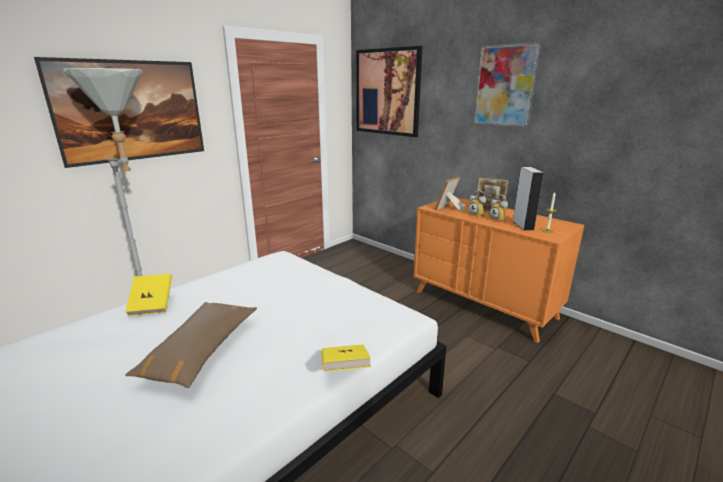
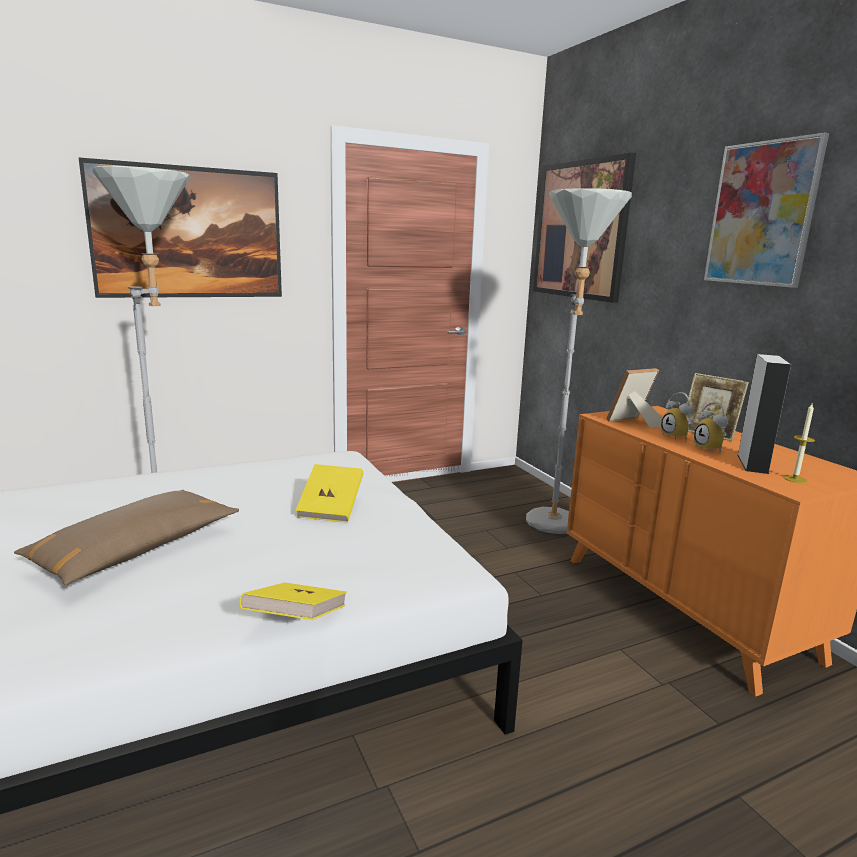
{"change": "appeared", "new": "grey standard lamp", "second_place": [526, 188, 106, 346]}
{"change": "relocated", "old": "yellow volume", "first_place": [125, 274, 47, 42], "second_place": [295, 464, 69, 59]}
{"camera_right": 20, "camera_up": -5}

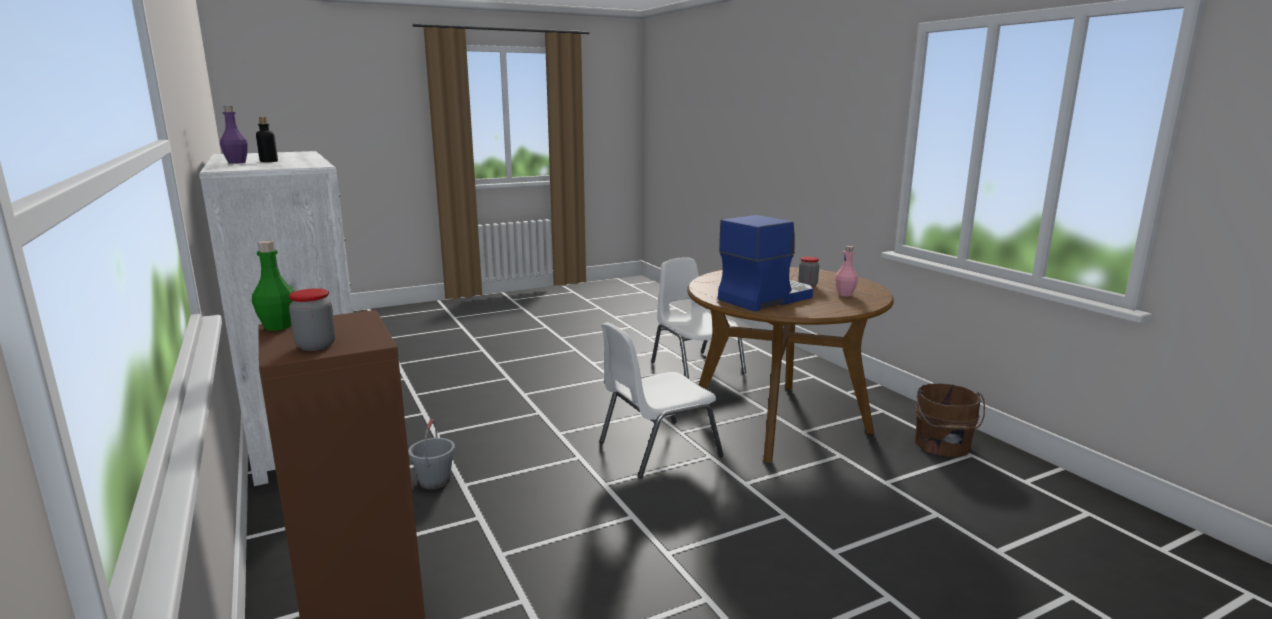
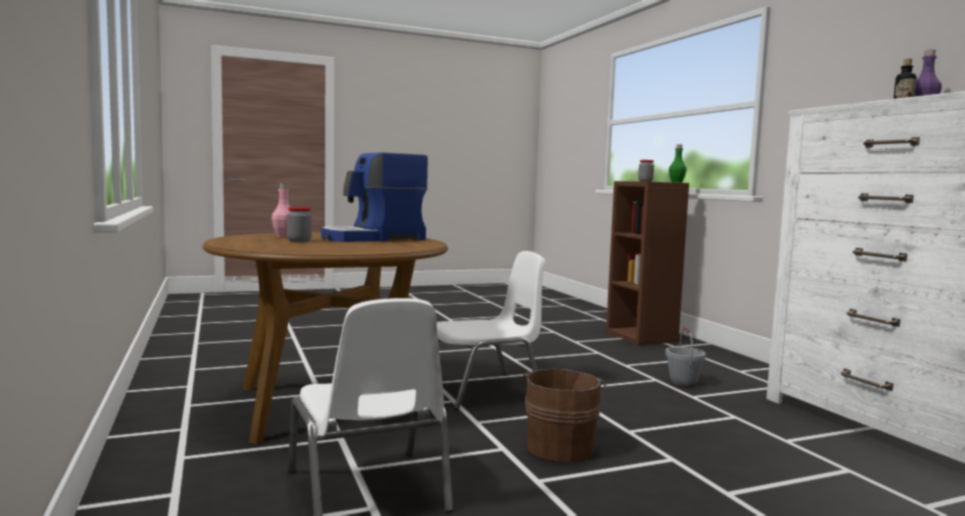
{"change": "relocated", "old": "brown bucket", "first_place": [915, 383, 70, 74], "second_place": [524, 369, 82, 93]}
{"camera_right": -175, "camera_up": -10}

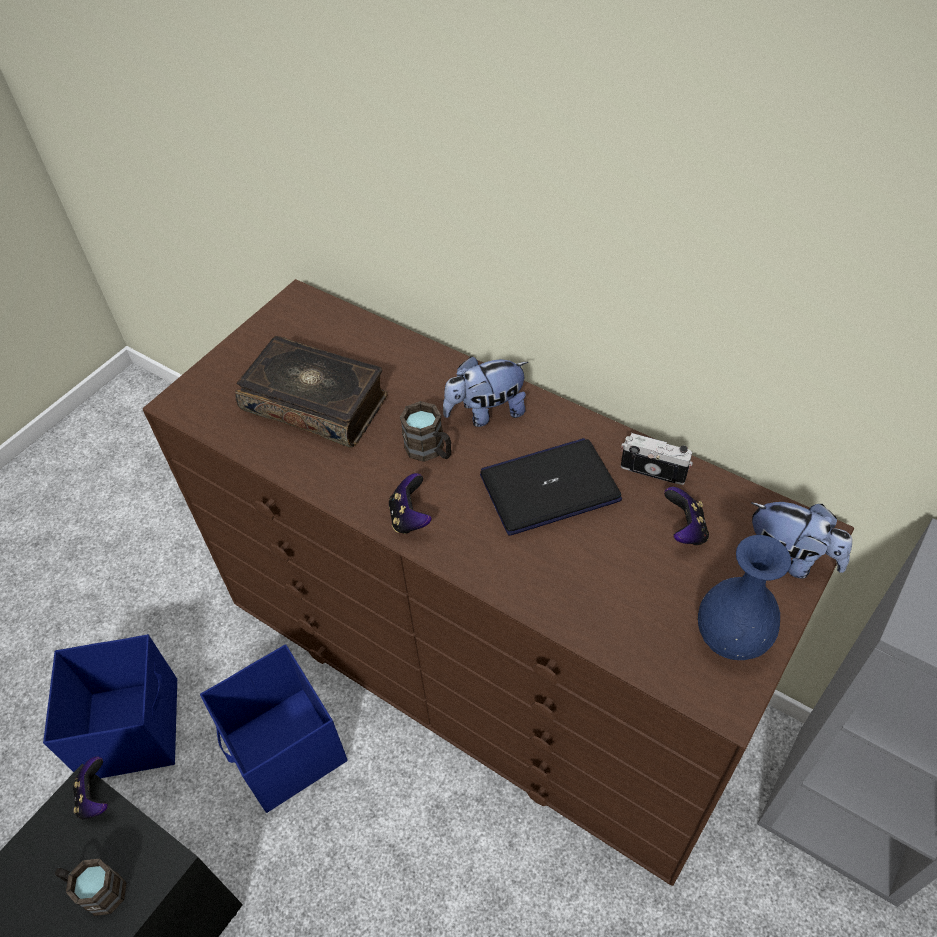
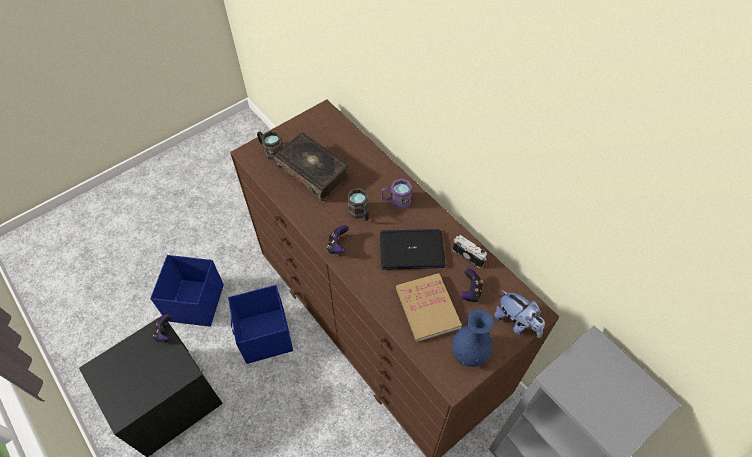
{"change": "appeared", "new": "volume", "second_place": [396, 273, 66, 69]}
{"change": "relocated", "old": "brown coffee mug", "first_place": [55, 858, 71, 58], "second_place": [257, 131, 26, 29]}
{"change": "exchanged", "old": "cuddly toy", "new": "purple coffee mug", "first_place": [443, 356, 85, 71], "second_place": [381, 179, 31, 30]}
{"camera_right": 15, "camera_up": 5}

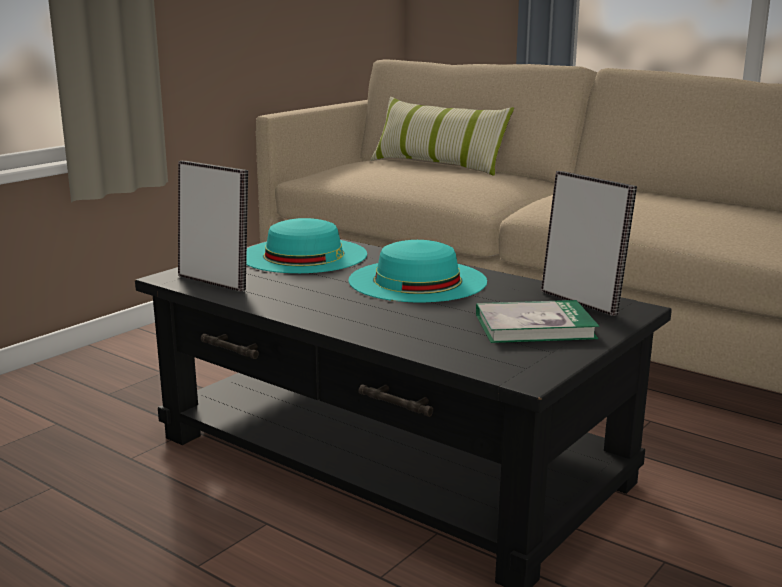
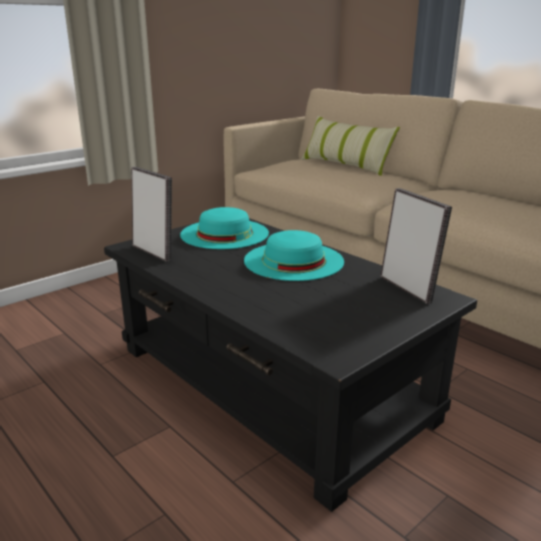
{"change": "missing", "old": "volume", "first_place": [476, 300, 123, 43]}
{"camera_right": 10, "camera_up": 5}

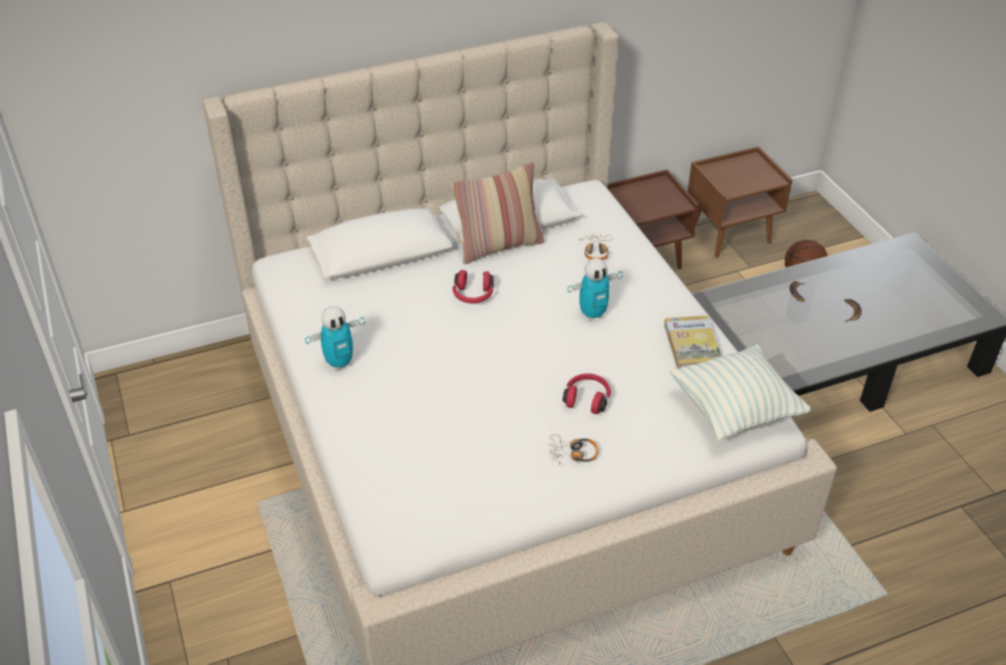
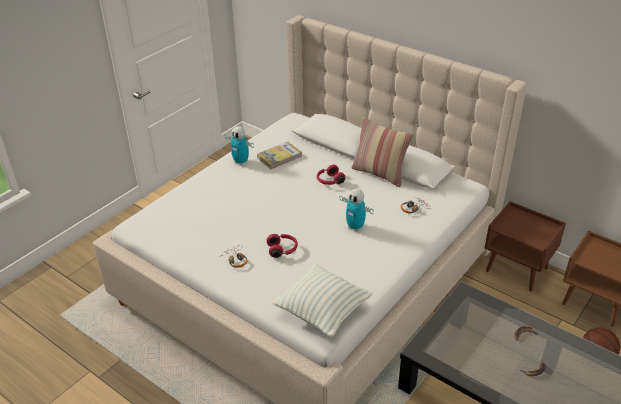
{"change": "relocated", "old": "volume", "first_place": [664, 315, 57, 54], "second_place": [257, 142, 45, 27]}
{"camera_right": 60, "camera_up": -5}

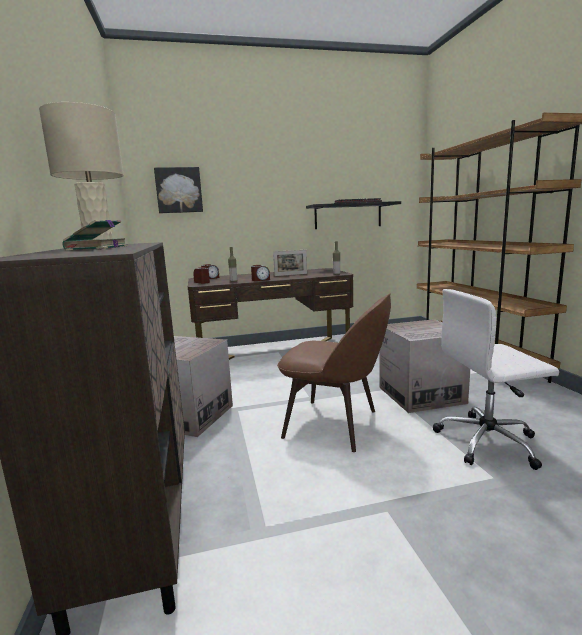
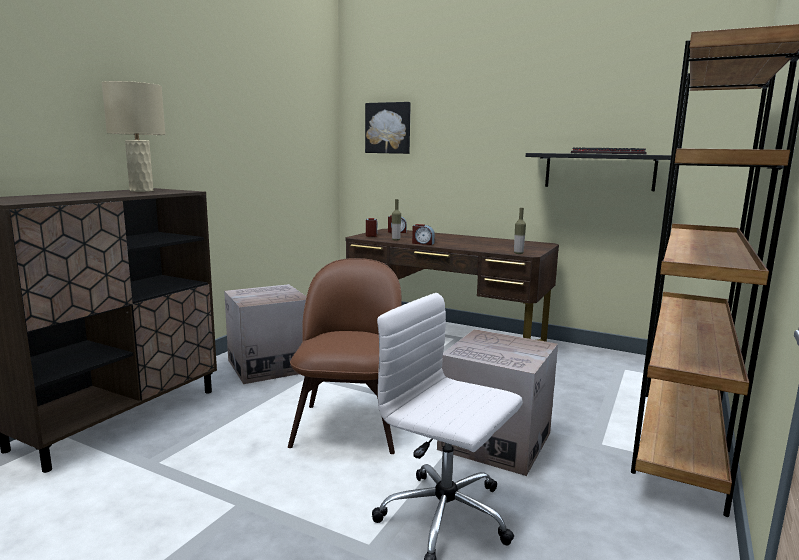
{"change": "missing", "old": "volume", "first_place": [62, 220, 66, 30]}
{"change": "missing", "old": "picture frame", "first_place": [273, 250, 34, 26]}
{"change": "spun", "old": "brown plain chair", "first_place": [277, 293, 114, 159], "second_place": [288, 258, 114, 196], "degrees": -150}
{"camera_right": 40, "camera_up": 0}

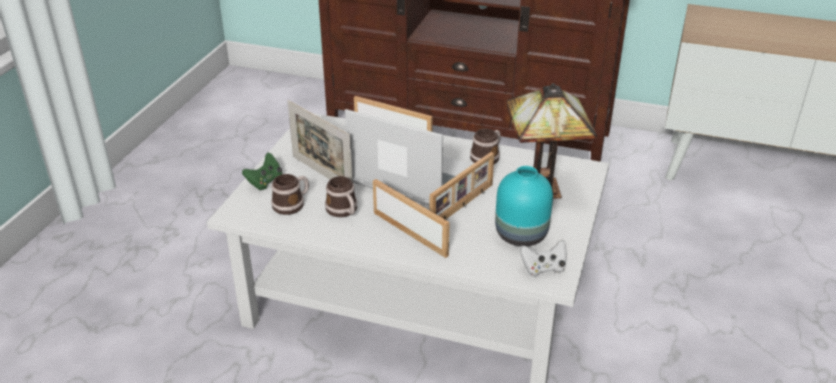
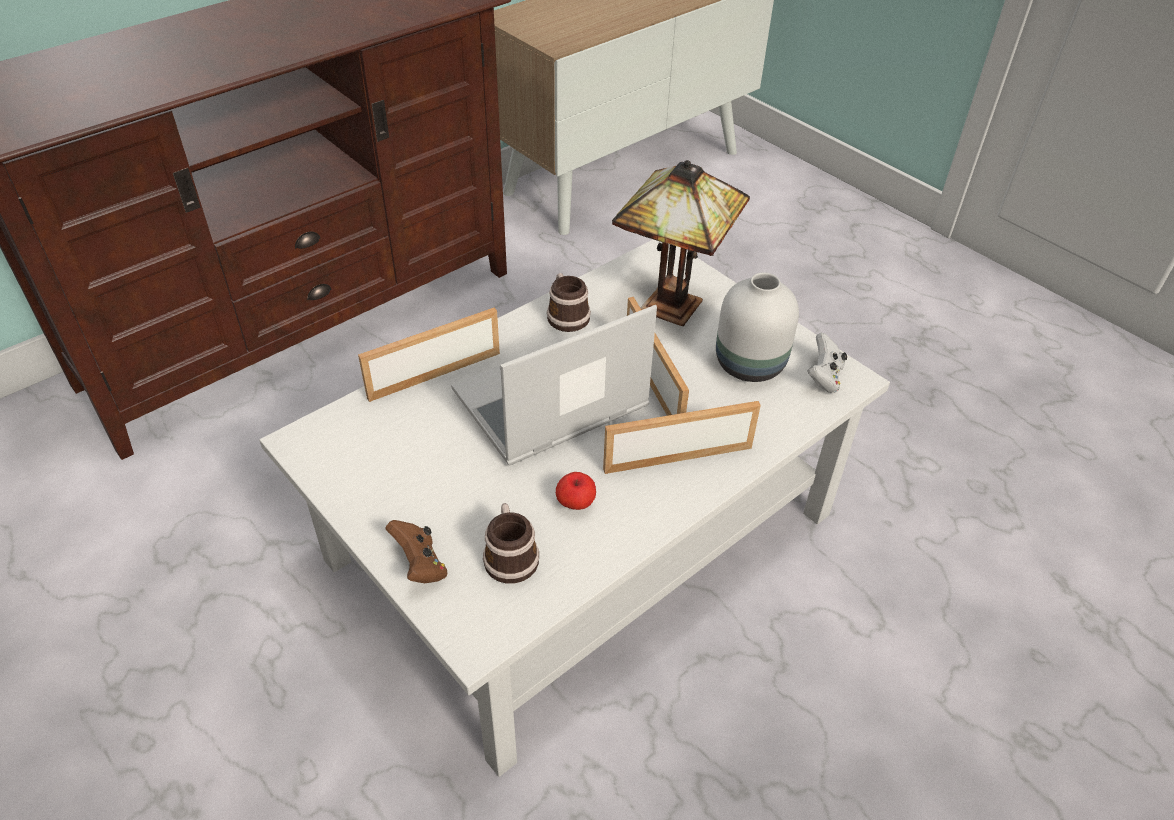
{"change": "missing", "old": "picture frame", "first_place": [288, 100, 65, 83]}
{"change": "exchanged", "old": "coffee mug", "new": "whole apple", "first_place": [325, 176, 32, 41], "second_place": [556, 472, 40, 38]}
{"change": "colour", "old": "green joypad", "new": "brown joypad", "first_place": [242, 153, 40, 37], "second_place": [386, 520, 61, 63]}
{"change": "colour", "old": "turquoise-coloured decorative vase", "new": "white-coloured decorative vase", "first_place": [495, 166, 58, 80], "second_place": [716, 272, 83, 110]}
{"camera_right": -60, "camera_up": 10}

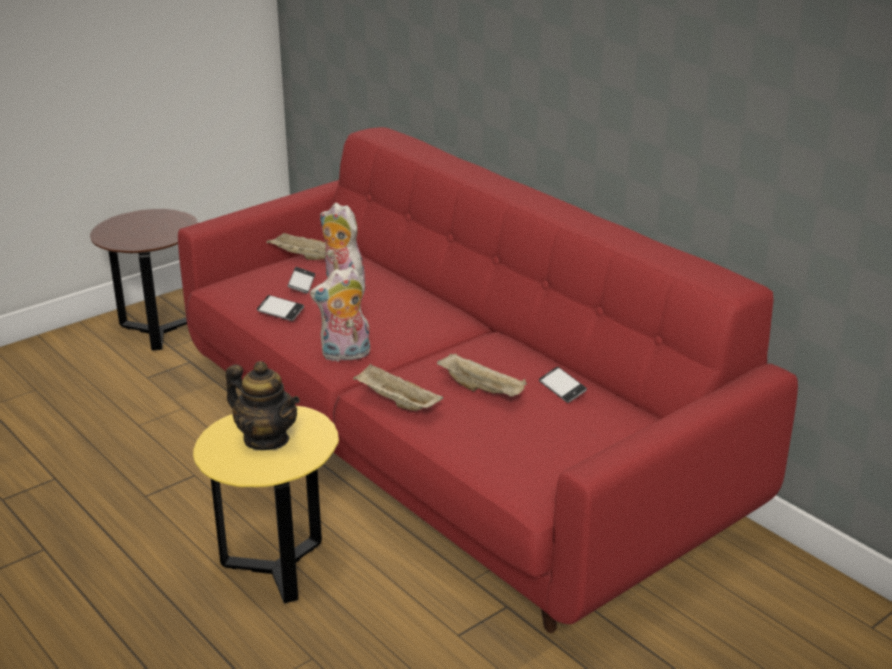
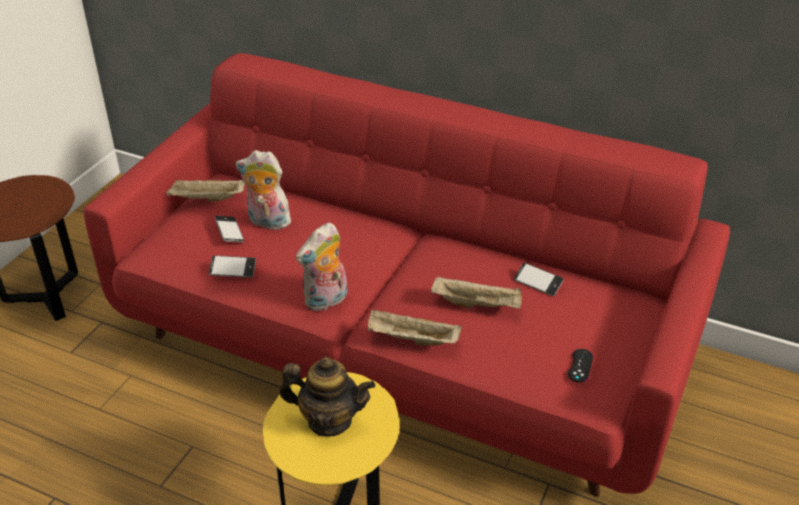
{"change": "appeared", "new": "black joypad", "second_place": [568, 349, 25, 34]}
{"camera_right": -25, "camera_up": 10}

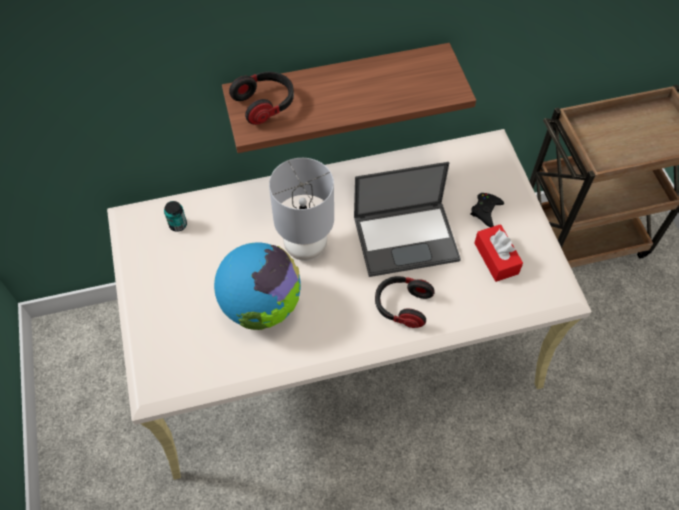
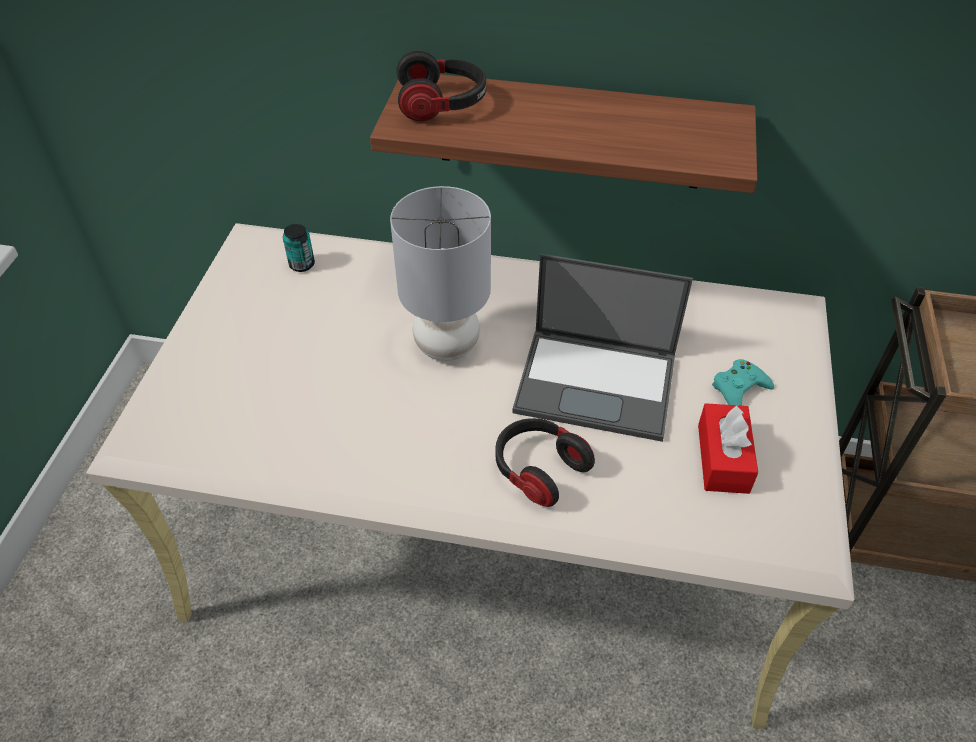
{"change": "missing", "old": "globe", "first_place": [214, 243, 87, 87]}
{"change": "colour", "old": "black joypad", "new": "turquoise-coloured joypad", "first_place": [470, 193, 34, 34], "second_place": [712, 359, 62, 47]}
{"camera_right": 25, "camera_up": -10}

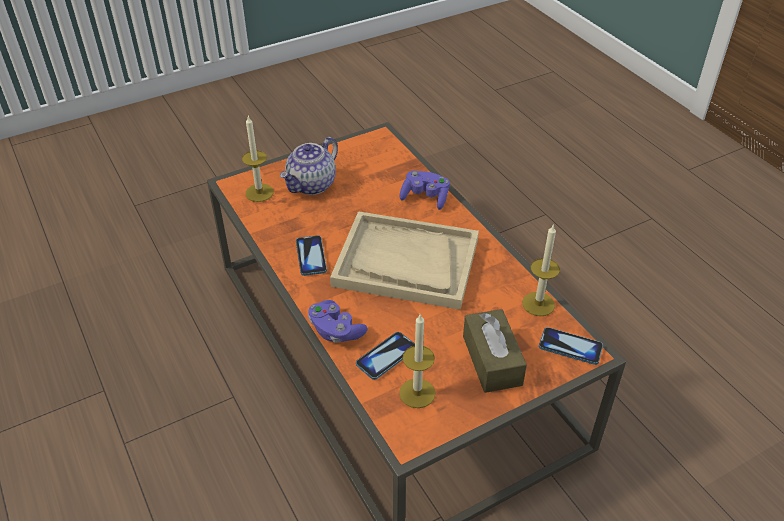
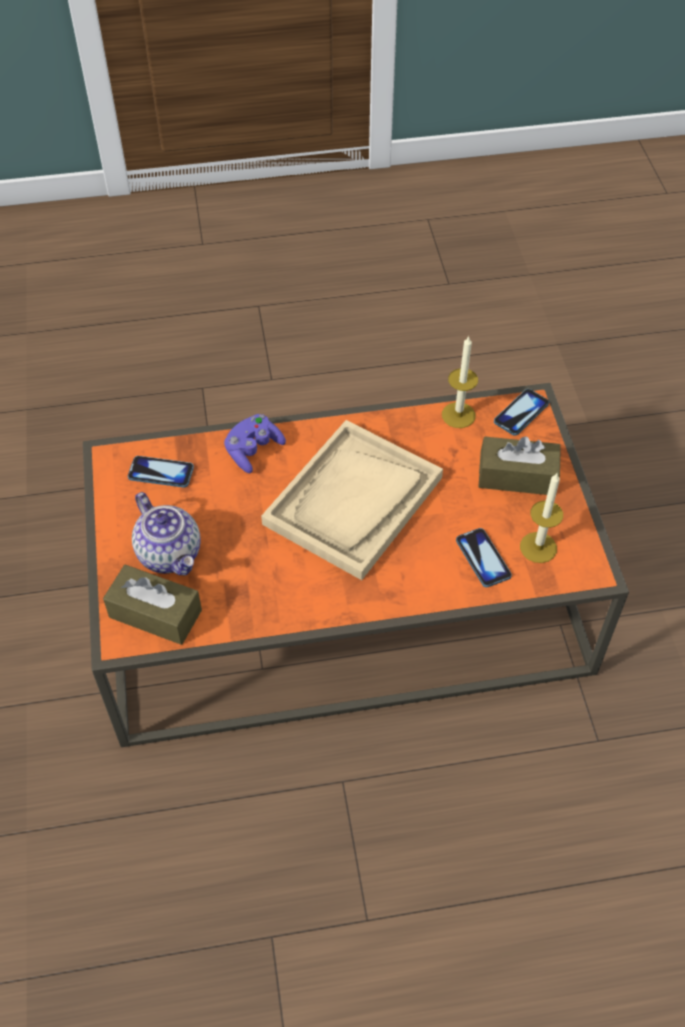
{"change": "missing", "old": "purple joypad", "first_place": [308, 300, 60, 43]}
{"change": "relocated", "old": "phone", "first_place": [296, 235, 31, 41], "second_place": [128, 456, 66, 32]}
{"change": "exchanged", "old": "candle", "new": "brown tissue holder", "first_place": [242, 116, 32, 86], "second_place": [103, 564, 99, 81]}
{"camera_right": -70, "camera_up": 10}

